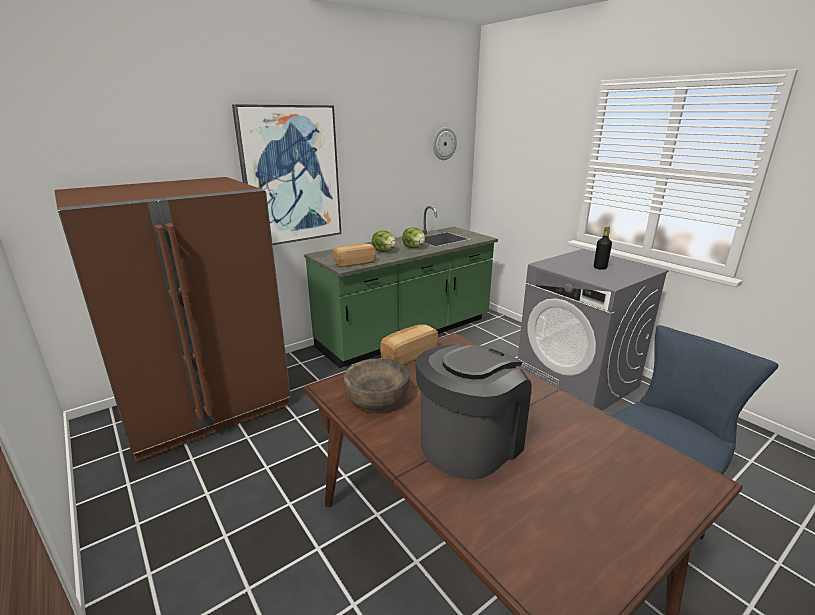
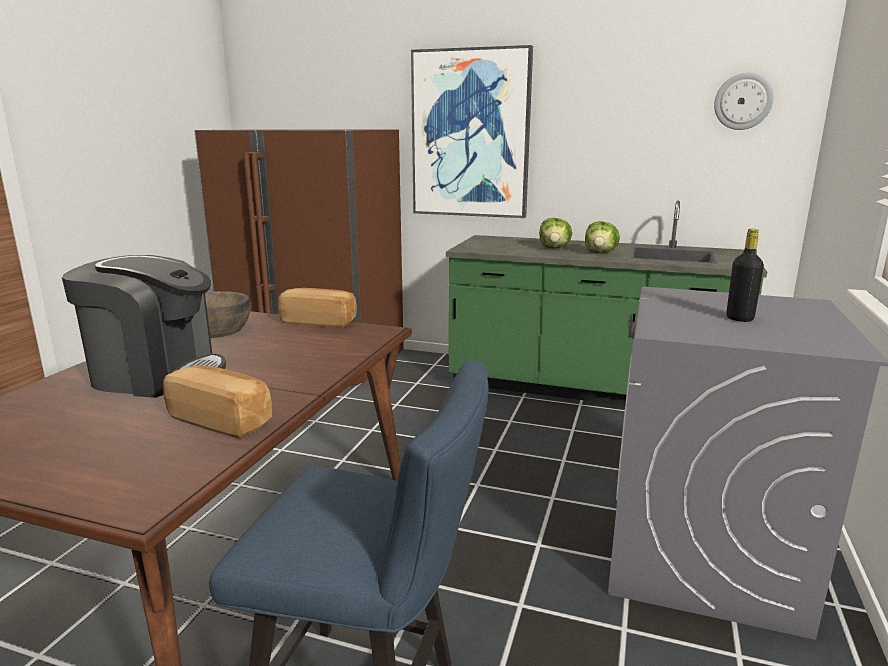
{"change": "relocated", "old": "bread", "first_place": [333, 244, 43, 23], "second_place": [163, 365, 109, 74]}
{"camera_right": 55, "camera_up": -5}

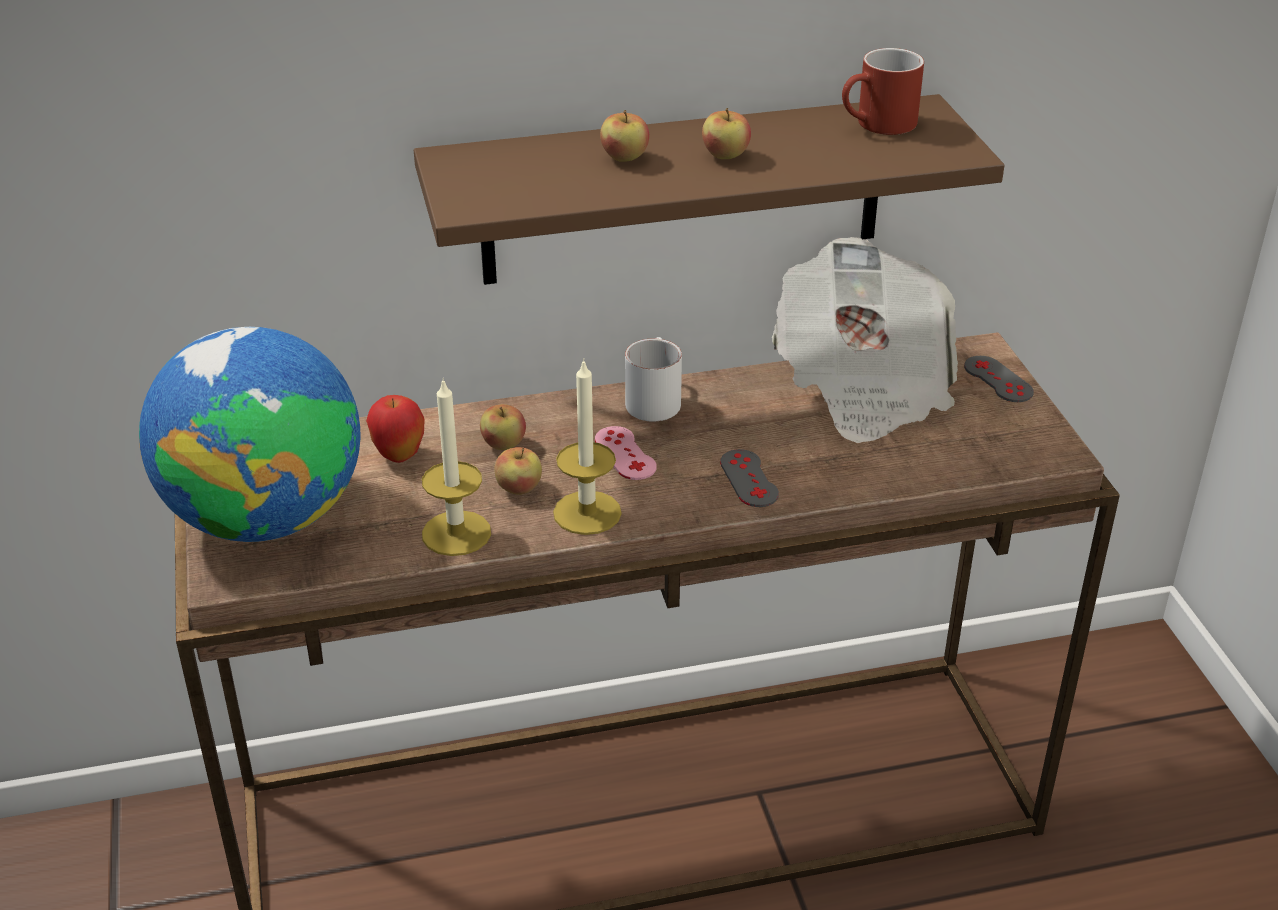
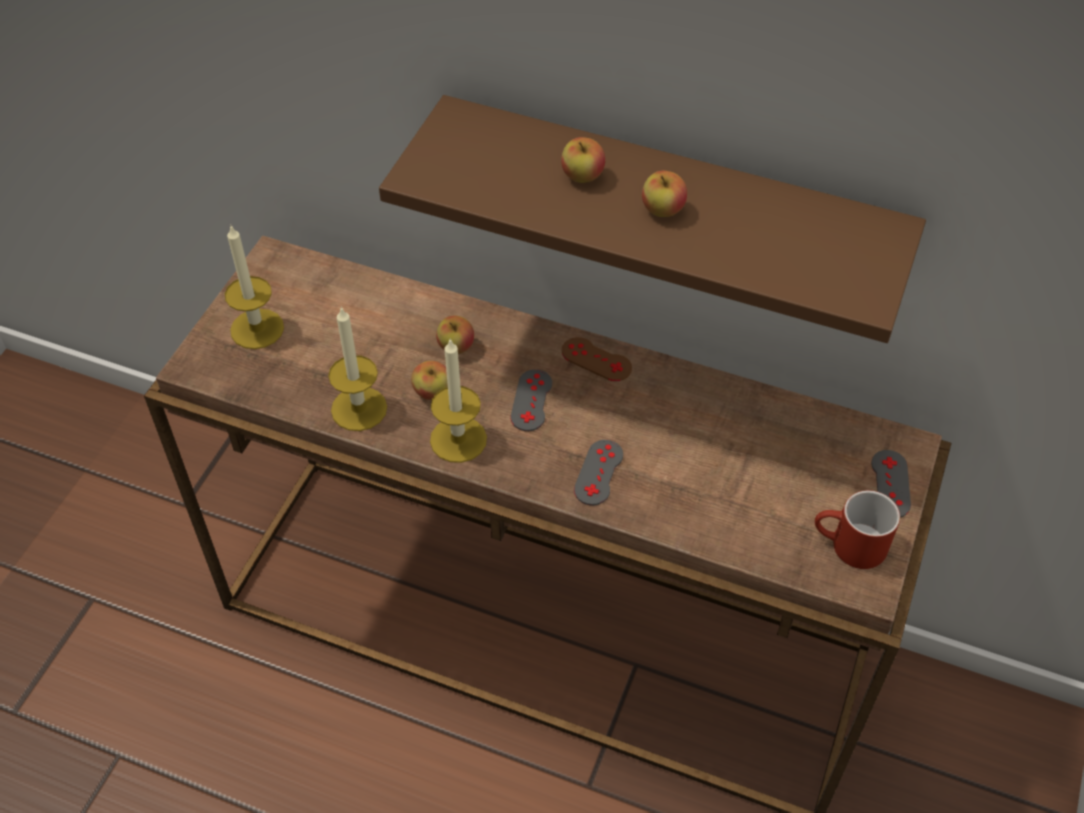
{"change": "missing", "old": "whole apple", "first_place": [366, 395, 59, 68]}
{"change": "missing", "old": "daily paper", "first_place": [771, 237, 187, 206]}
{"change": "relocated", "old": "red coffee mug", "first_place": [842, 48, 82, 87], "second_place": [815, 490, 85, 79]}
{"change": "exchanged", "old": "globe", "new": "candle", "first_place": [139, 327, 222, 215], "second_place": [225, 226, 59, 123]}
{"change": "exchanged", "old": "white-coloured coffee mug", "new": "brown joypad", "first_place": [625, 337, 57, 85], "second_place": [562, 337, 70, 44]}
{"change": "colour", "old": "pinkish joypad", "new": "grey joypad", "first_place": [595, 426, 62, 54], "second_place": [511, 369, 41, 62]}
{"camera_right": 35, "camera_up": 15}

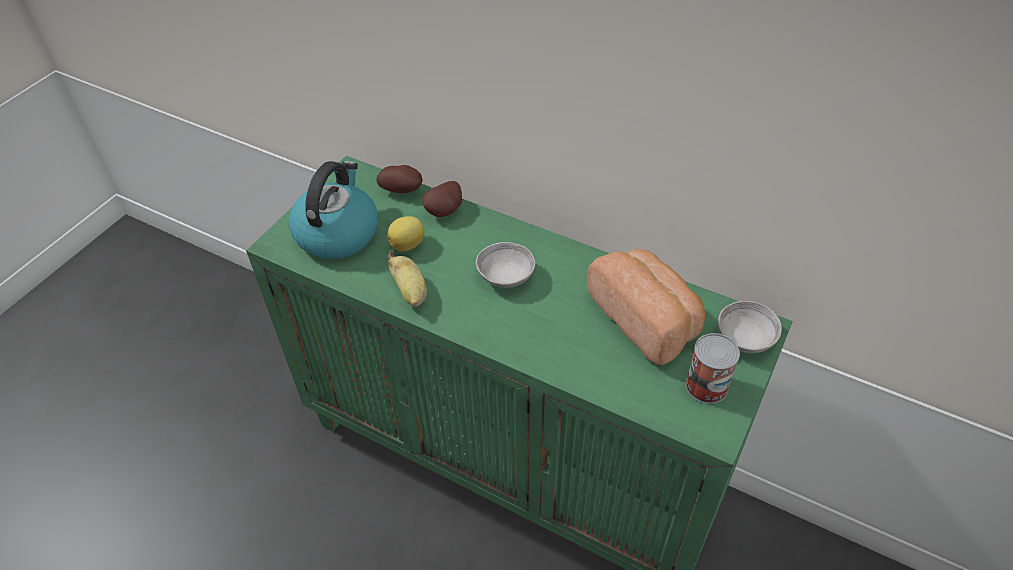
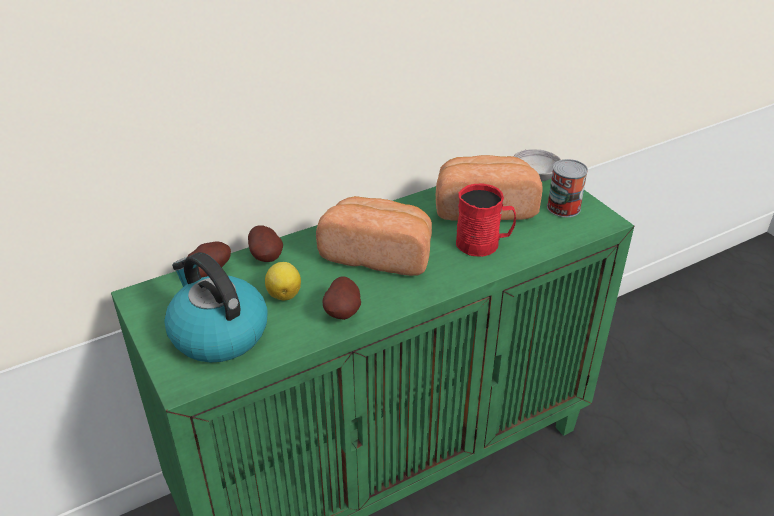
{"change": "appeared", "new": "red coffee mug", "second_place": [456, 183, 60, 74]}
{"change": "exchanged", "old": "banana fruit", "new": "potato", "first_place": [388, 251, 39, 56], "second_place": [323, 276, 38, 44]}
{"change": "exchanged", "old": "grey bowl", "new": "bread", "first_place": [476, 242, 59, 46], "second_place": [316, 196, 116, 80]}
{"camera_right": -60, "camera_up": -10}

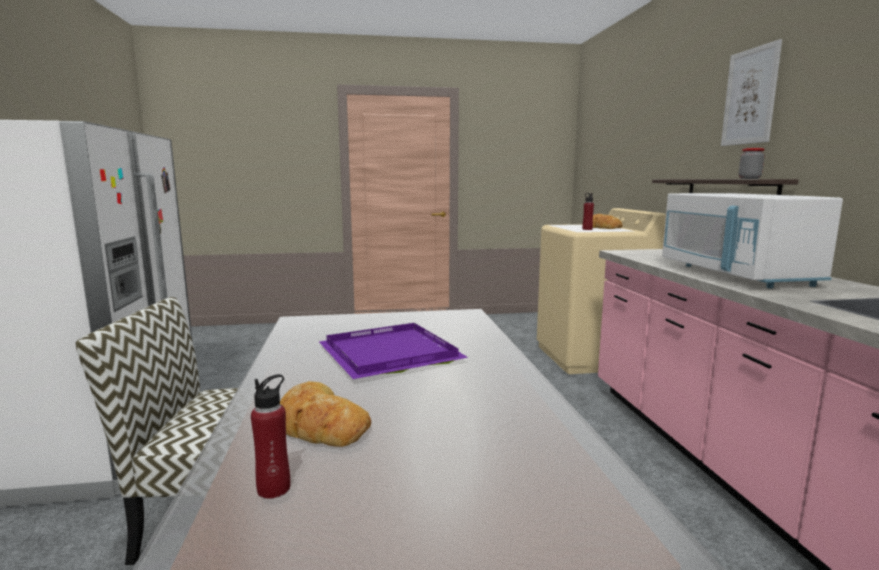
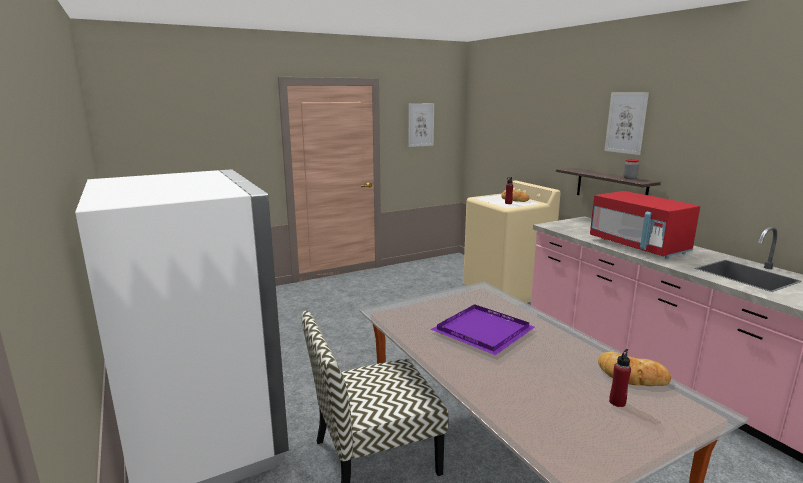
{"change": "appeared", "new": "picture", "second_place": [408, 103, 26, 44]}
{"change": "relocated", "old": "red drink bottle", "first_place": [251, 374, 39, 125], "second_place": [609, 349, 22, 58]}
{"change": "relocated", "old": "bread", "first_place": [280, 381, 91, 66], "second_place": [598, 352, 73, 34]}
{"change": "colour", "old": "white-coloured microwave", "new": "red microwave", "first_place": [662, 193, 181, 95], "second_place": [590, 191, 110, 68]}
{"camera_right": -20, "camera_up": 5}

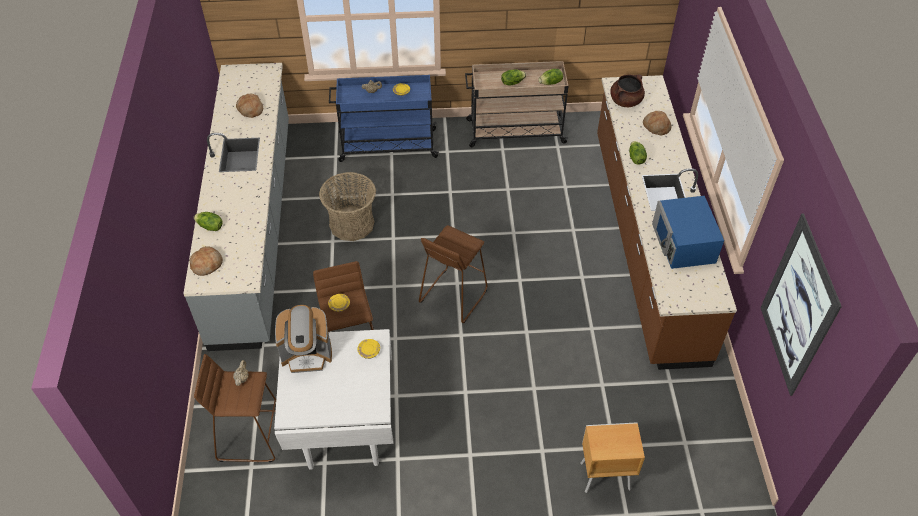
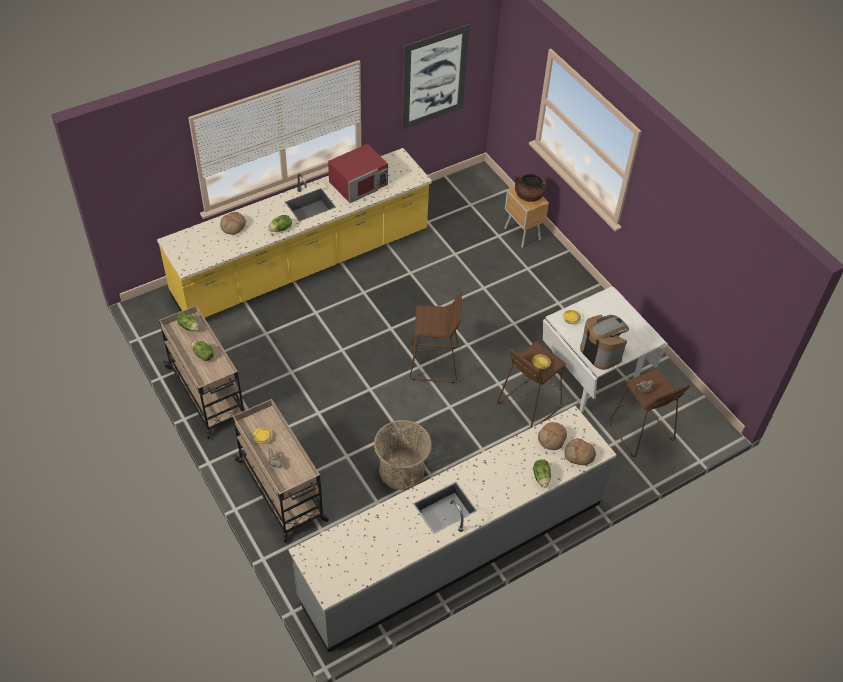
{"change": "relocated", "old": "bread", "first_place": [236, 93, 27, 25], "second_place": [538, 422, 29, 28]}
{"change": "relocated", "old": "brown saucepot", "first_place": [610, 74, 35, 33], "second_place": [515, 174, 32, 28]}
{"change": "colour", "old": "blue wheeled cart", "new": "beige wheeled cart", "first_place": [329, 75, 110, 87], "second_place": [233, 399, 96, 144]}
{"change": "colour", "old": "brown counter", "new": "yellow counter", "first_place": [597, 75, 140, 295], "second_place": [157, 148, 275, 170]}
{"change": "colour", "old": "blue microwave", "new": "red microwave", "first_place": [652, 196, 72, 73], "second_place": [328, 144, 60, 59]}
{"camera_right": -120, "camera_up": 0}

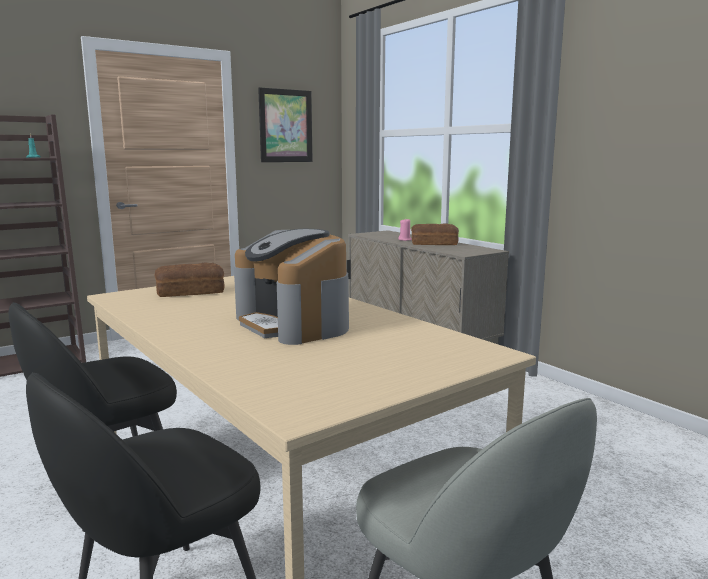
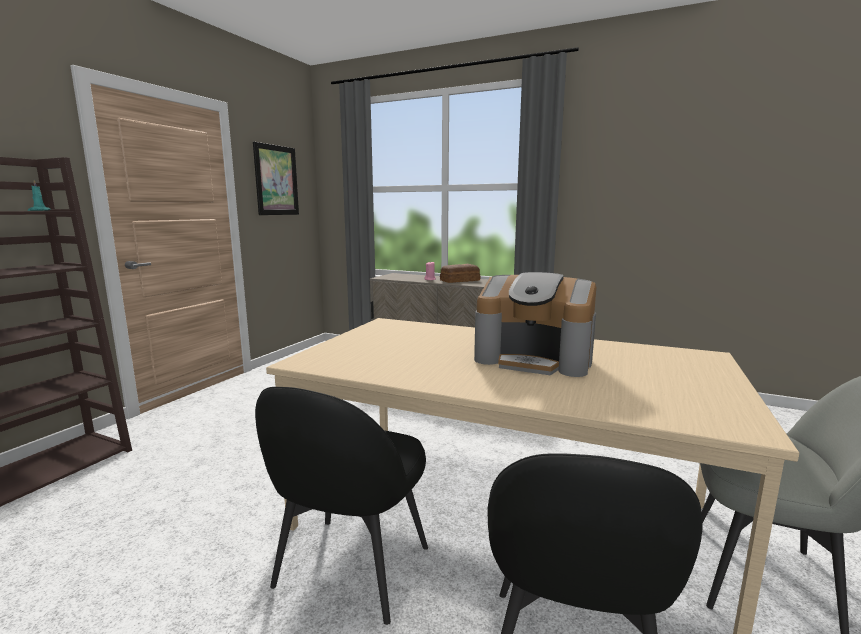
{"change": "missing", "old": "bread", "first_place": [154, 262, 71, 35]}
{"camera_right": -30, "camera_up": 0}

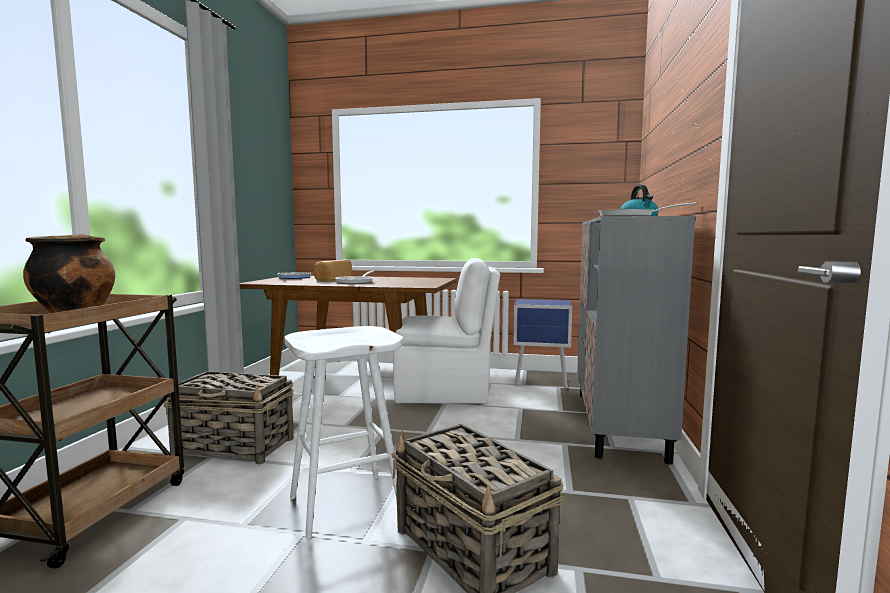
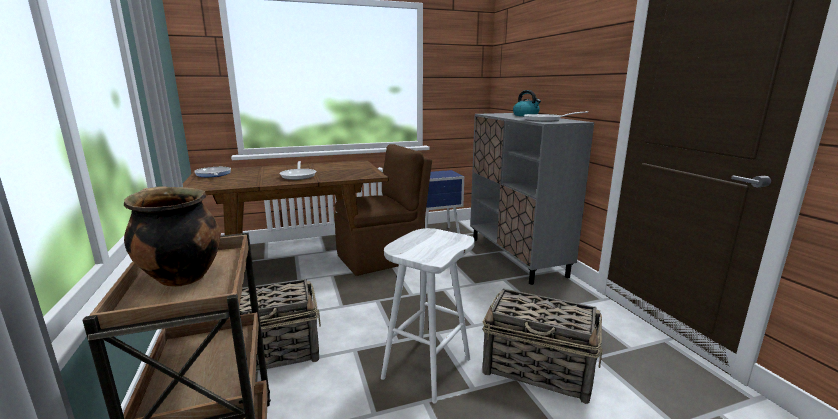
{"change": "missing", "old": "bread", "first_place": [314, 260, 38, 21]}
{"change": "colour", "old": "white-coloured plain chair", "new": "brown plain chair", "first_place": [393, 258, 107, 146], "second_place": [335, 144, 97, 132]}
{"camera_right": -30, "camera_up": 10}

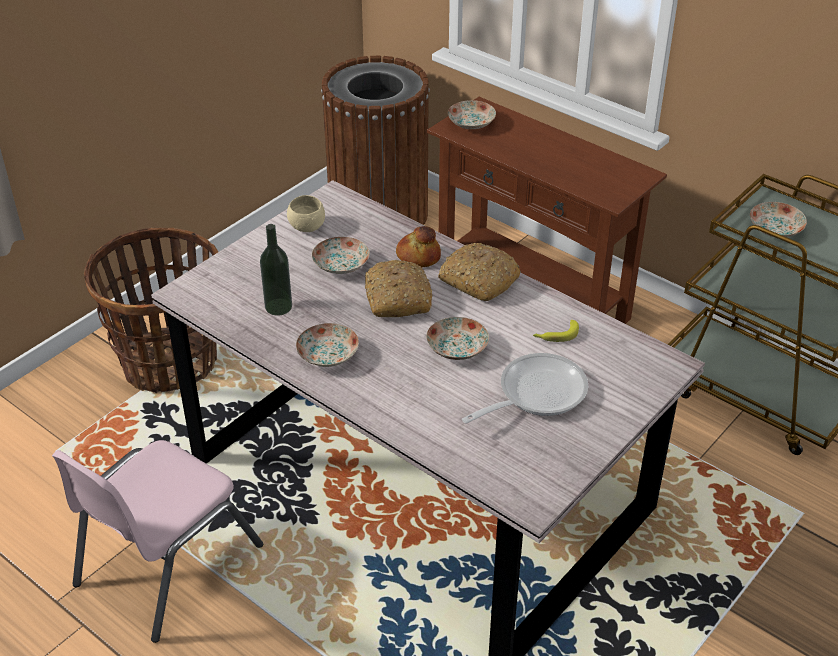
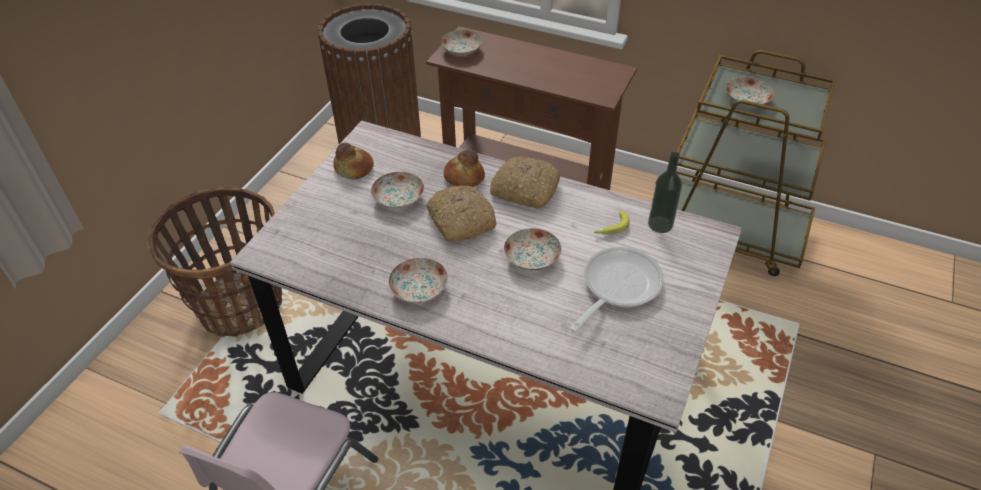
{"change": "relocated", "old": "drink bottle", "first_place": [260, 224, 32, 92], "second_place": [648, 152, 34, 81]}
{"change": "exchanged", "old": "beige bowl", "new": "bread", "first_place": [287, 195, 38, 37], "second_place": [333, 143, 41, 37]}
{"camera_right": -15, "camera_up": 5}

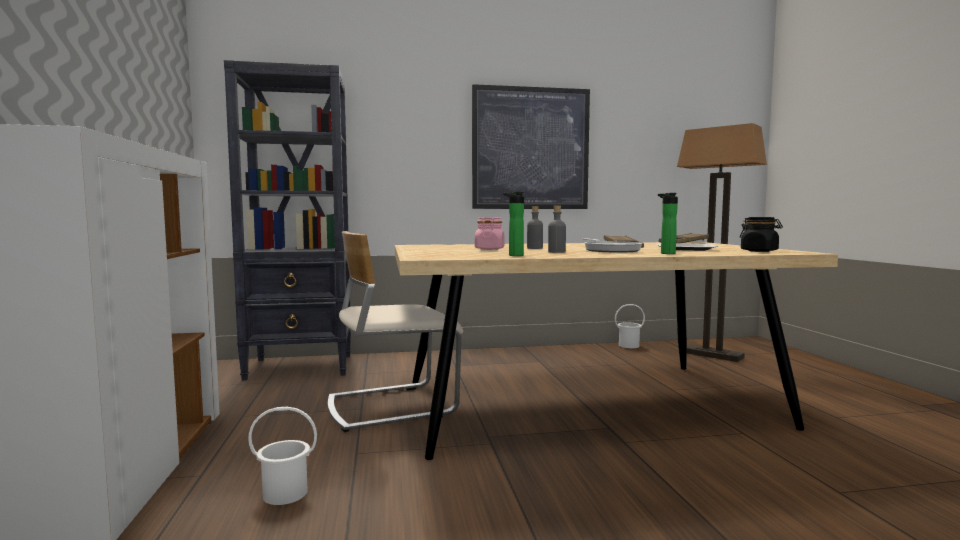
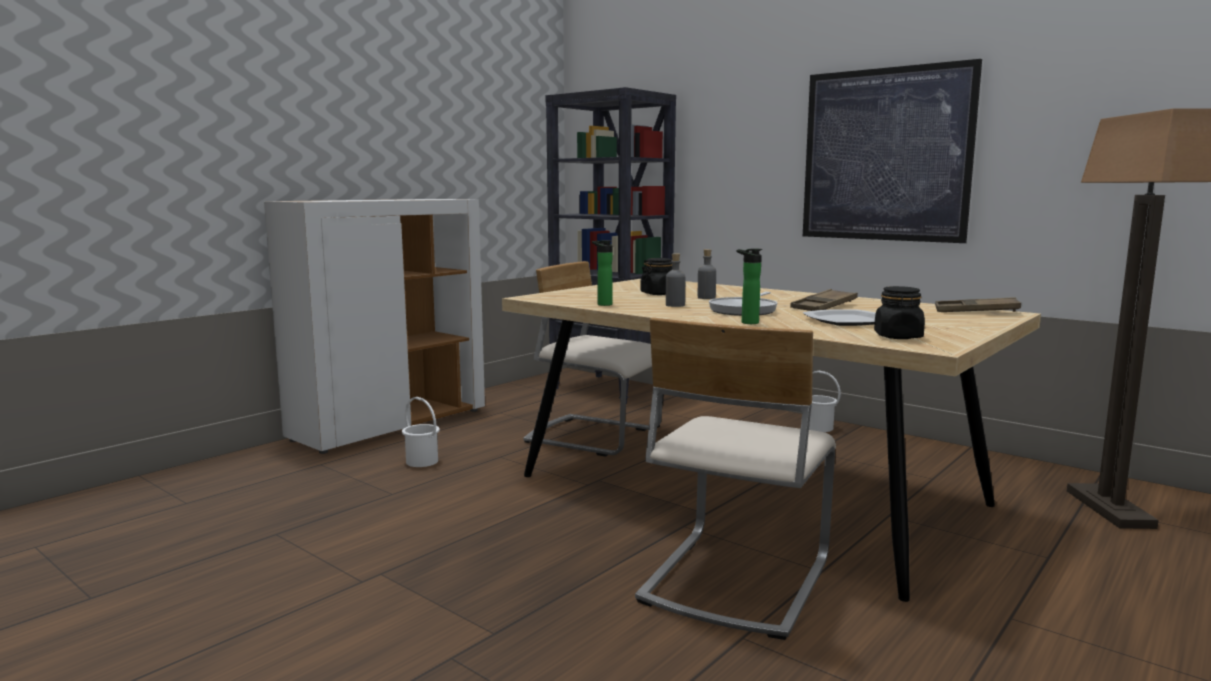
{"change": "appeared", "new": "beige plain chair", "second_place": [635, 318, 201, 322]}
{"change": "relocated", "old": "white-coloured bucket", "first_place": [615, 304, 30, 44], "second_place": [809, 371, 32, 61]}
{"change": "colour", "old": "pinkish storage jar", "new": "black storage jar", "first_place": [475, 217, 29, 33], "second_place": [641, 258, 31, 37]}
{"camera_right": 50, "camera_up": 5}

